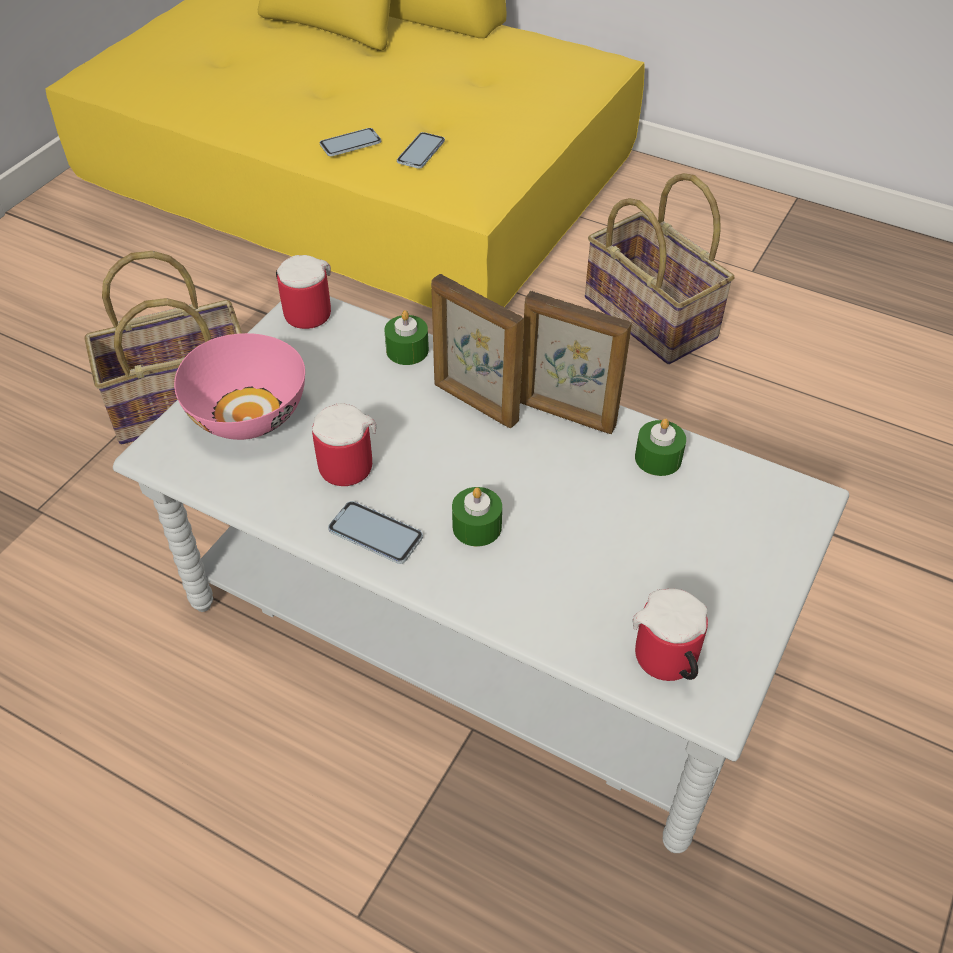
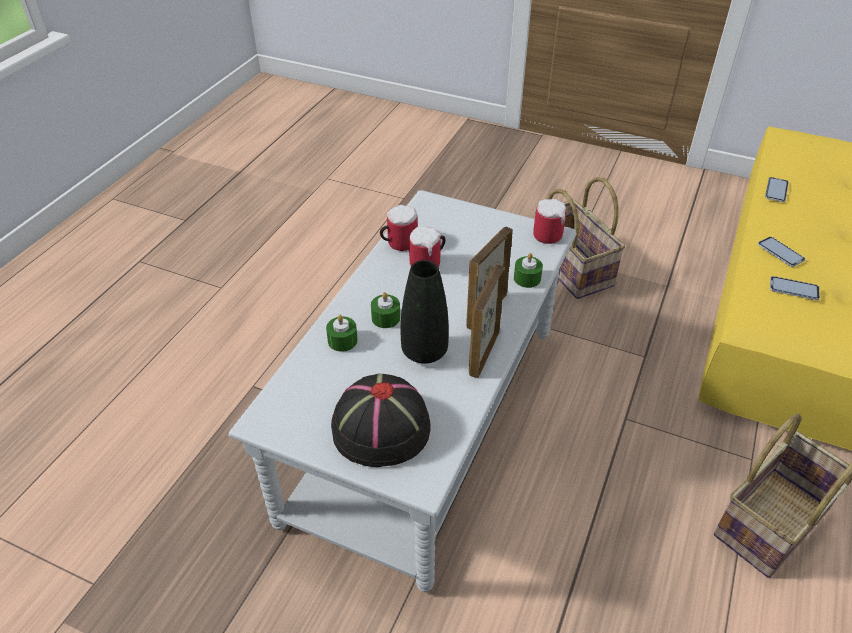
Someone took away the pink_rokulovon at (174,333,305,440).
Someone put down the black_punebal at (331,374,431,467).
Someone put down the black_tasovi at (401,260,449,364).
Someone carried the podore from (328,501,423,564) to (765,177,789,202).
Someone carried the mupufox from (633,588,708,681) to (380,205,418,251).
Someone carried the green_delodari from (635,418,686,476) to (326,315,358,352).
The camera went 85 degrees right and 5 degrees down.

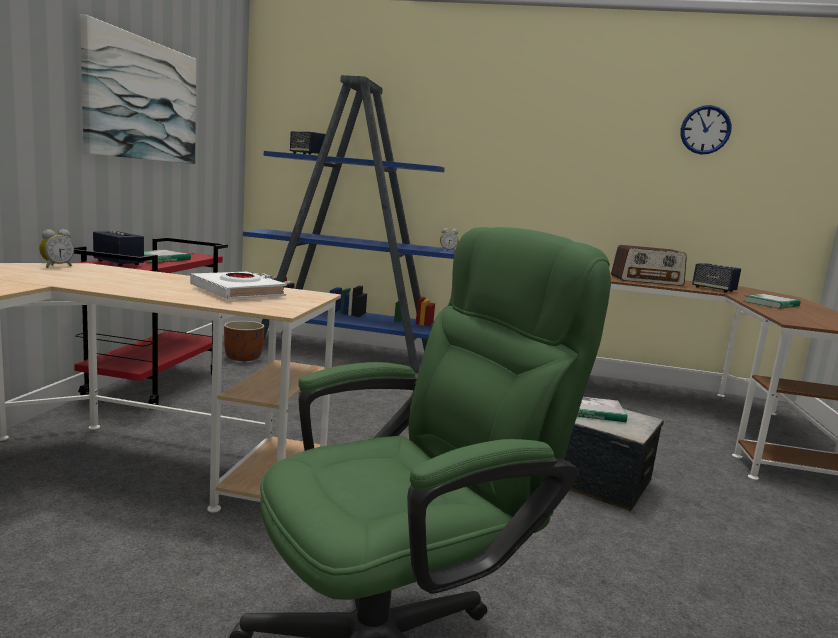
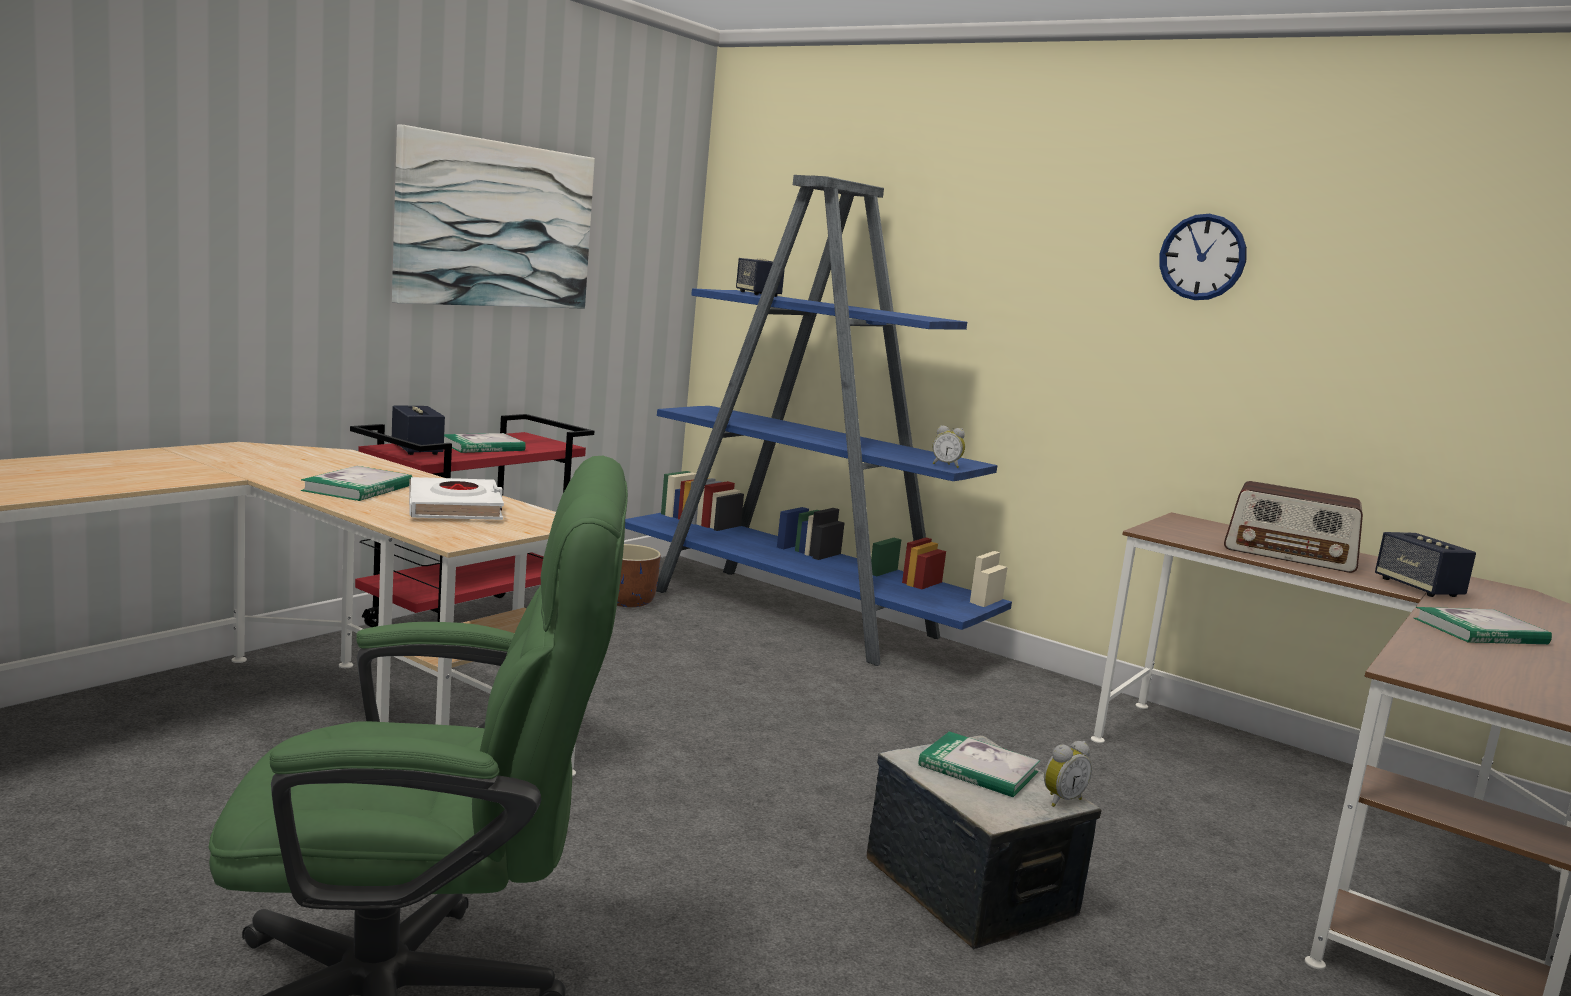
Someone put down the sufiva at (301,466,412,501).
Someone carried the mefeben from (39,229,74,268) to (1044,741,1092,807).
Someone carried the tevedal from (681,105,731,155) to (1159,214,1247,300).
The camera went 25 degrees right and 0 degrees up.

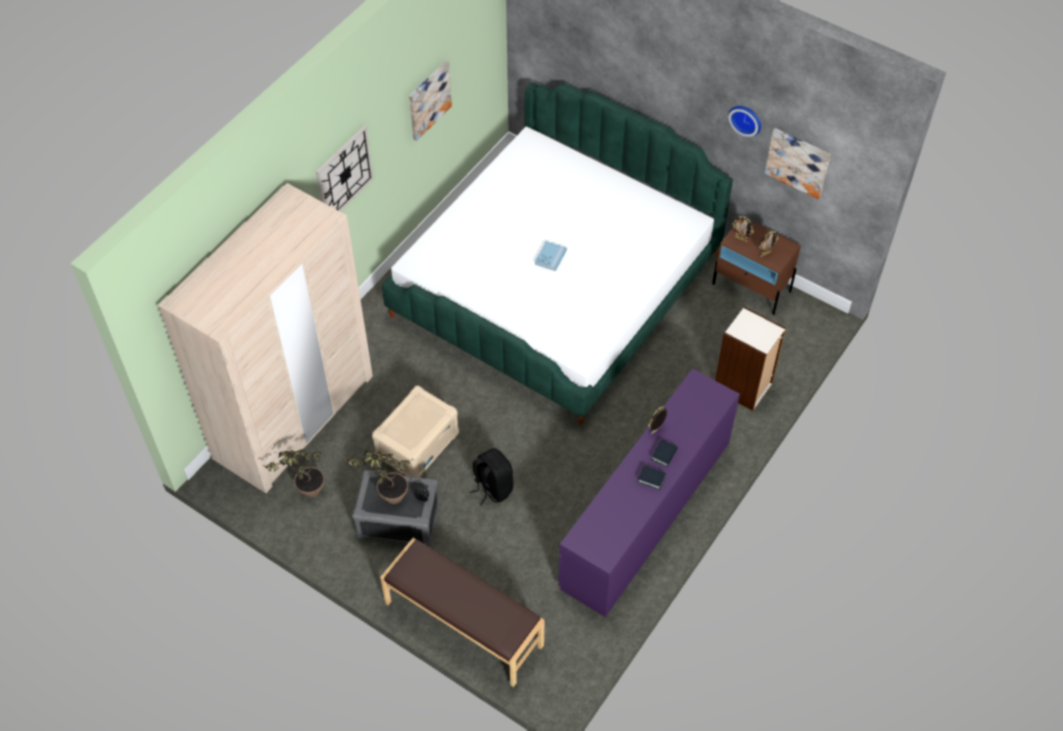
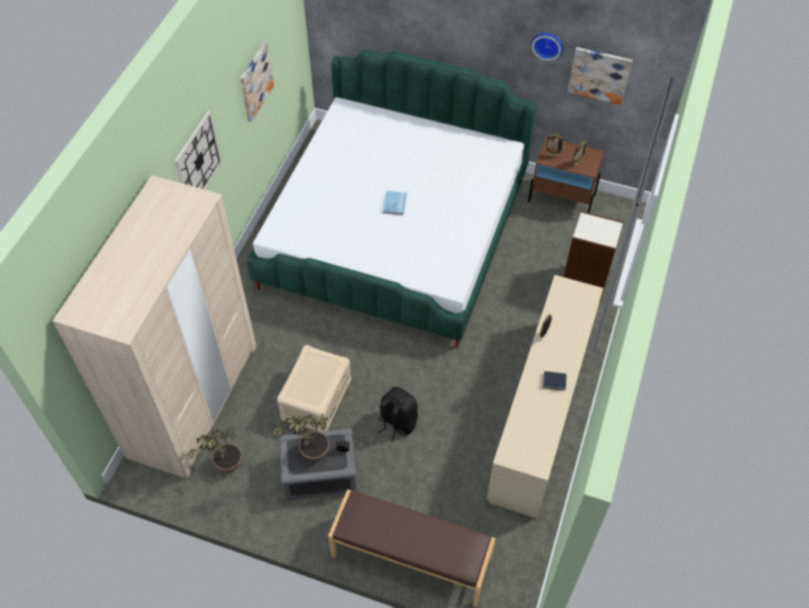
Someone took away the sufiva at (651,440,678,467).
Someone repainted the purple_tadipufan at (558,368,740,617), which became the beige_tadipufan at (487,275,603,518).
The camera went 15 degrees left and 0 degrees up.

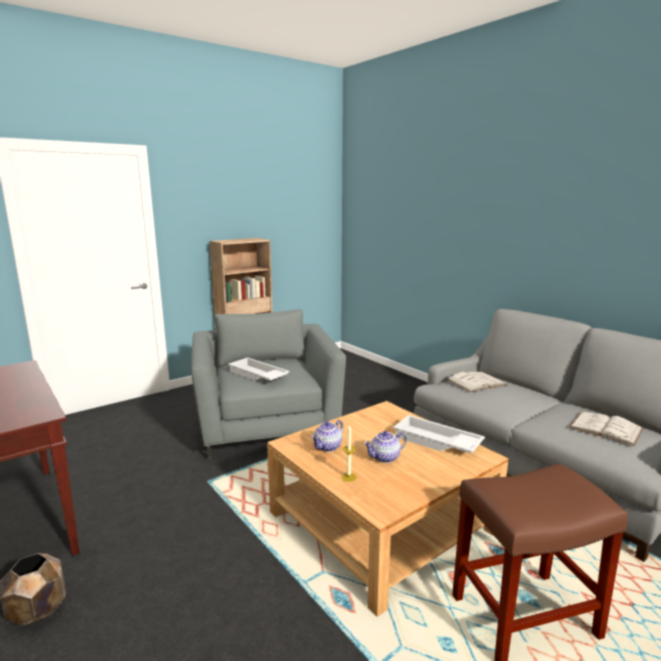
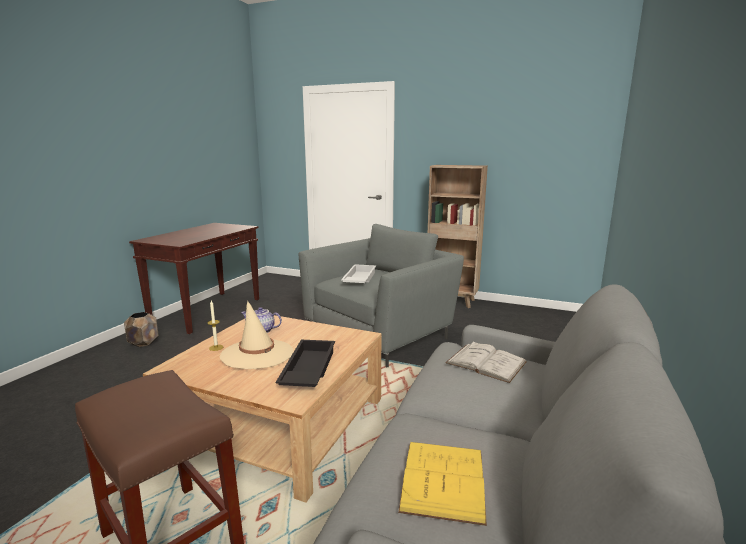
Someone swapped the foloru at (364,431,407,463) for the beige_punebal at (219,301,294,369).
Someone repainted the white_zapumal at (393,415,485,453), which became the black_zapumal at (276,340,335,387).
Someone repainted the white_sufiva at (569,412,643,446), which became the yellow_sufiva at (398,442,487,526).
The camera went 60 degrees right and 0 degrees up.

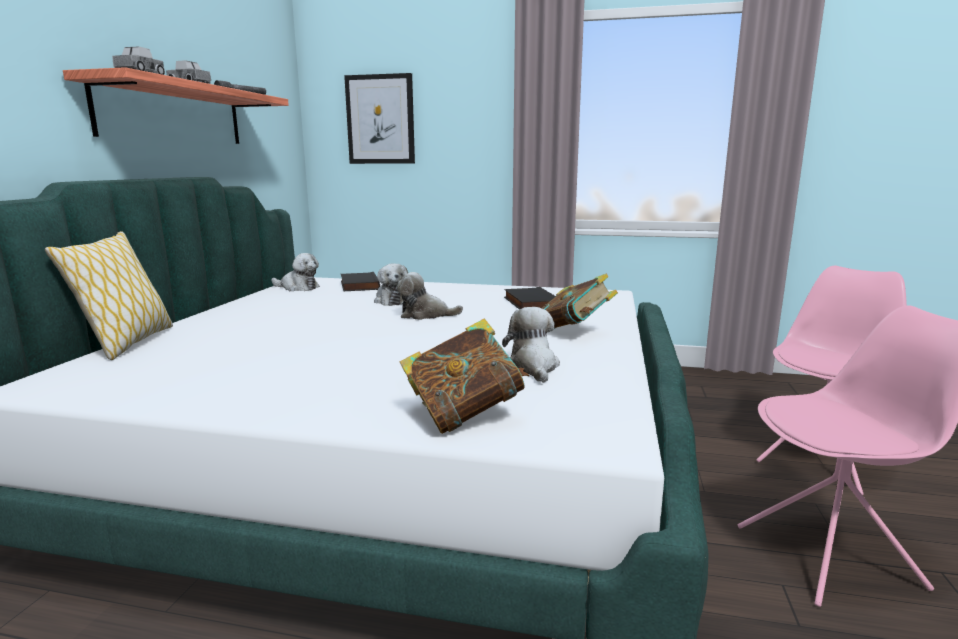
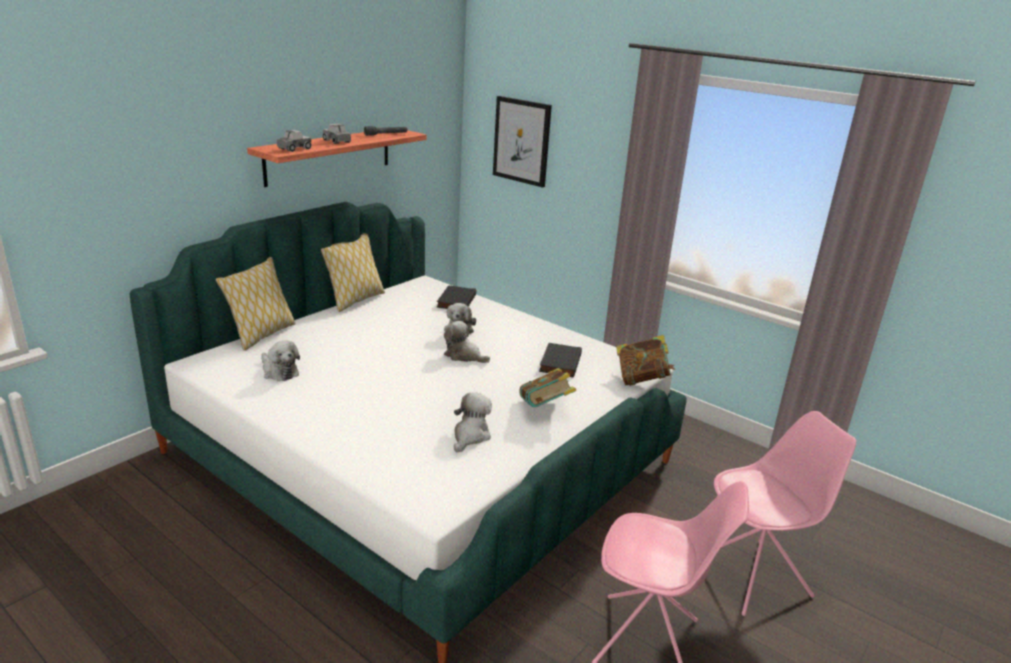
Someone put down the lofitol at (321,233,385,312).
Someone carried the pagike from (271,253,320,291) to (261,340,300,381).
Someone carried the sufiva from (400,319,529,434) to (616,335,675,386).
The camera went 25 degrees right and 10 degrees up.

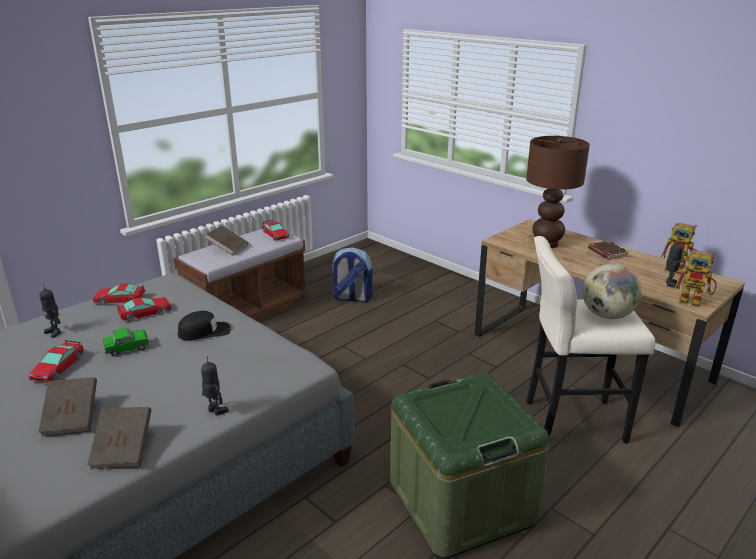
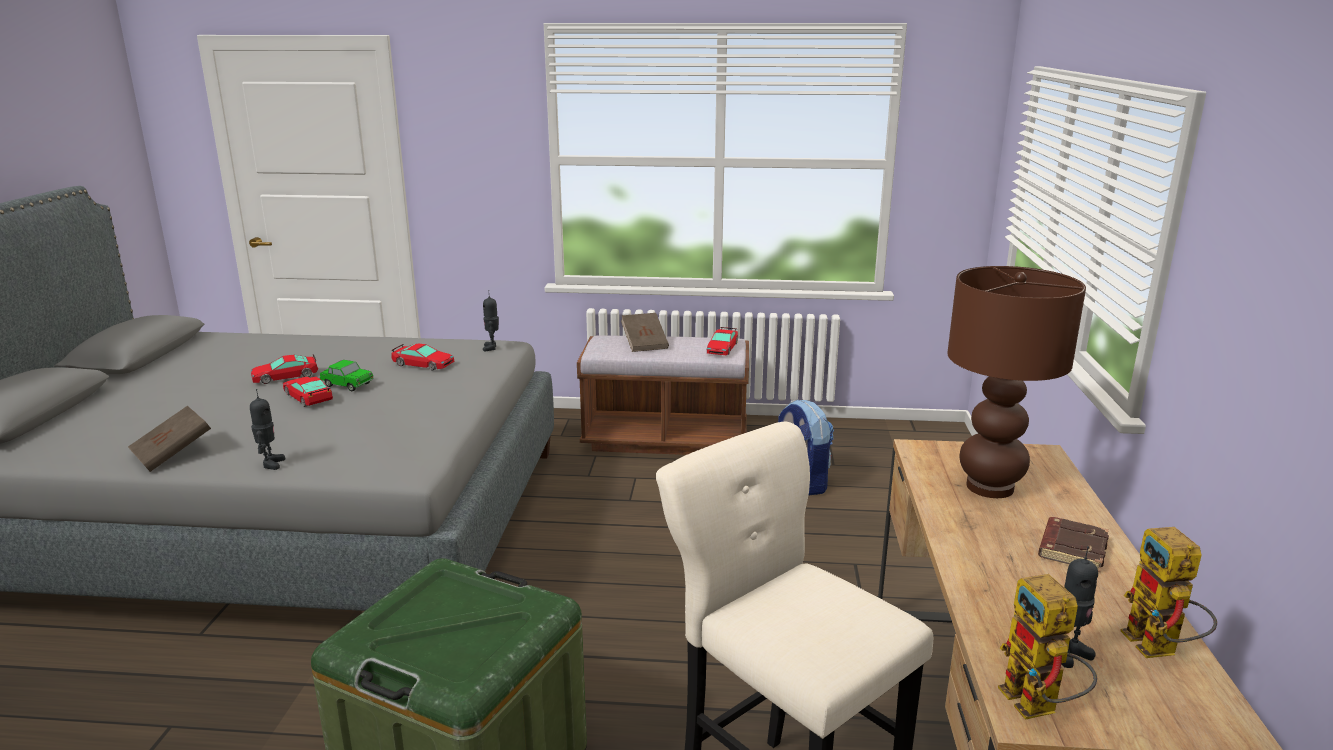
Someone took away the brown_sufiva at (39,377,97,437).
Someone took away the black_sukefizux at (178,311,230,340).
Someone took away the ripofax at (582,264,642,319).
Someone carried the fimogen from (39,283,61,338) to (483,290,499,351).
Someone carried the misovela from (93,284,145,305) to (283,377,333,407).
The camera went 50 degrees right and 5 degrees down.

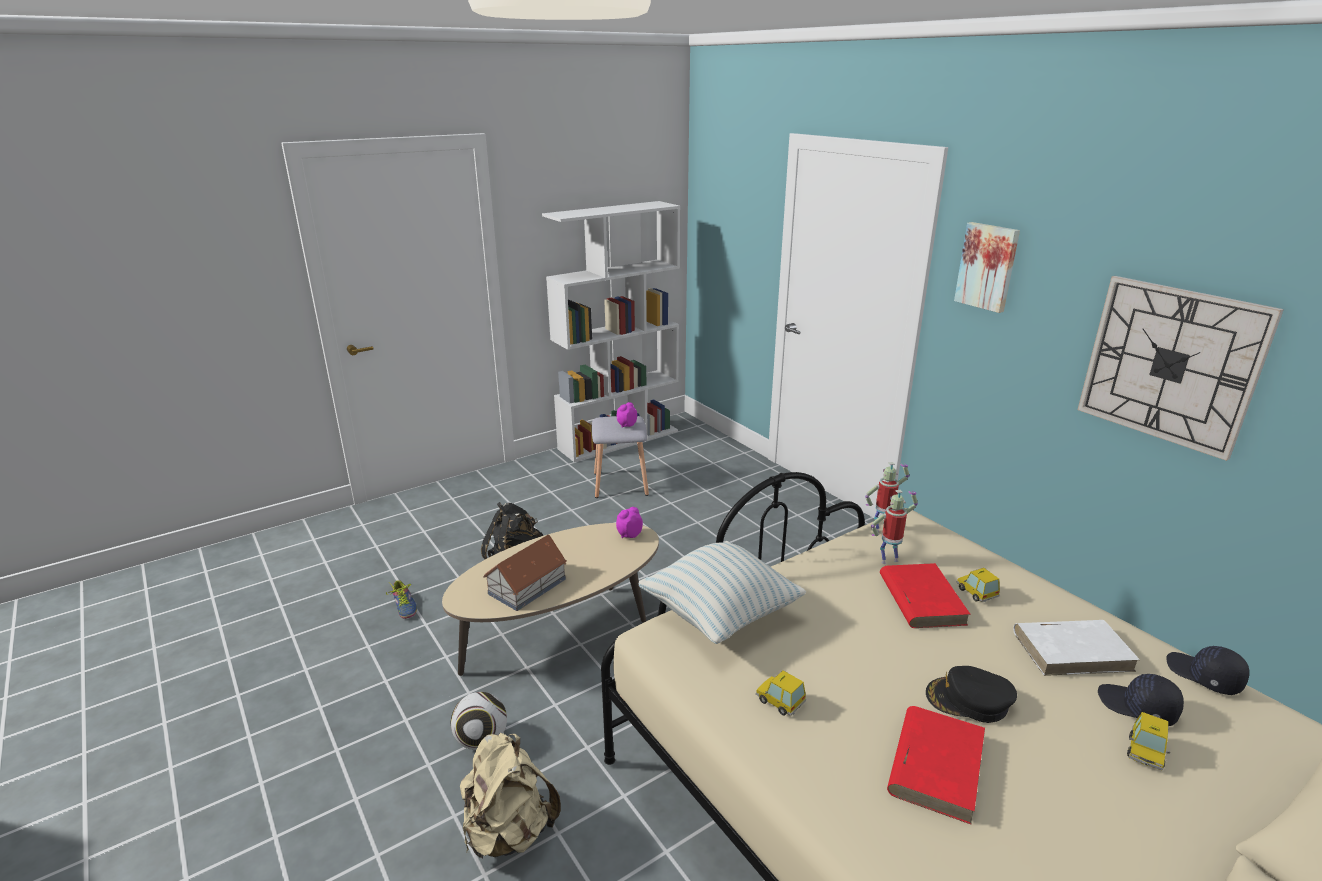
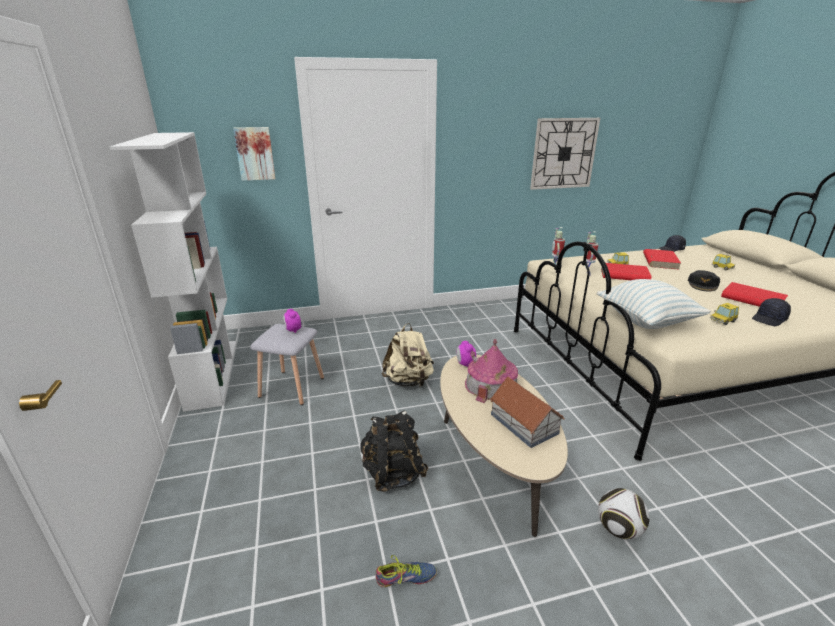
Someone put down the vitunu at (465,339,518,403).
Someone carried the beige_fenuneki from (460,732,561,859) to (382,323,434,387).
Someone carried the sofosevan from (954,222,1020,313) to (233,127,275,181).
Someone carried the black_sukefizux from (1098,674,1184,726) to (752,298,791,326).
Someone repainted the white_sufiva at (1013,620,1140,676), which became the red_sufiva at (643,249,681,270).
The camera went 70 degrees left and 0 degrees up.

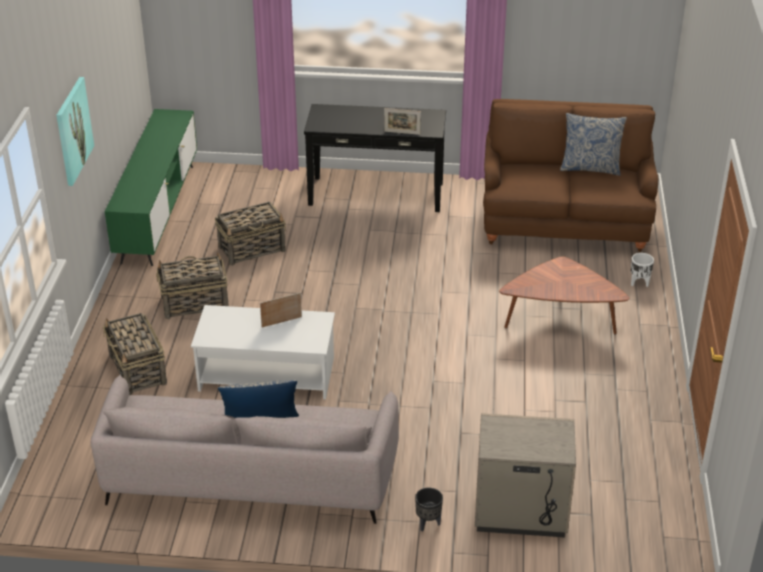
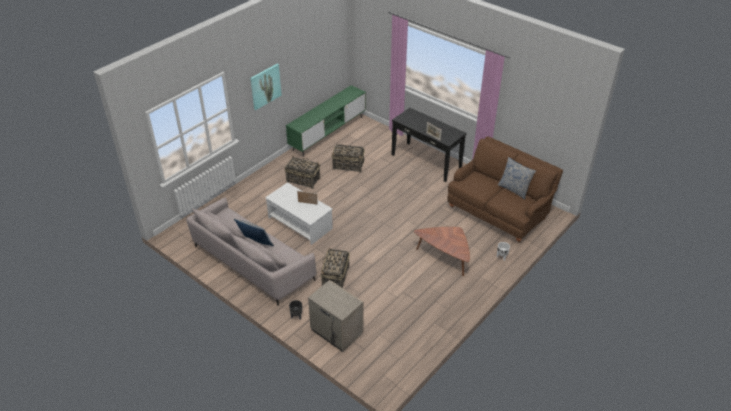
Someone carried the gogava from (103,313,167,395) to (321,247,350,288).
The camera went 35 degrees right and 5 degrees up.

